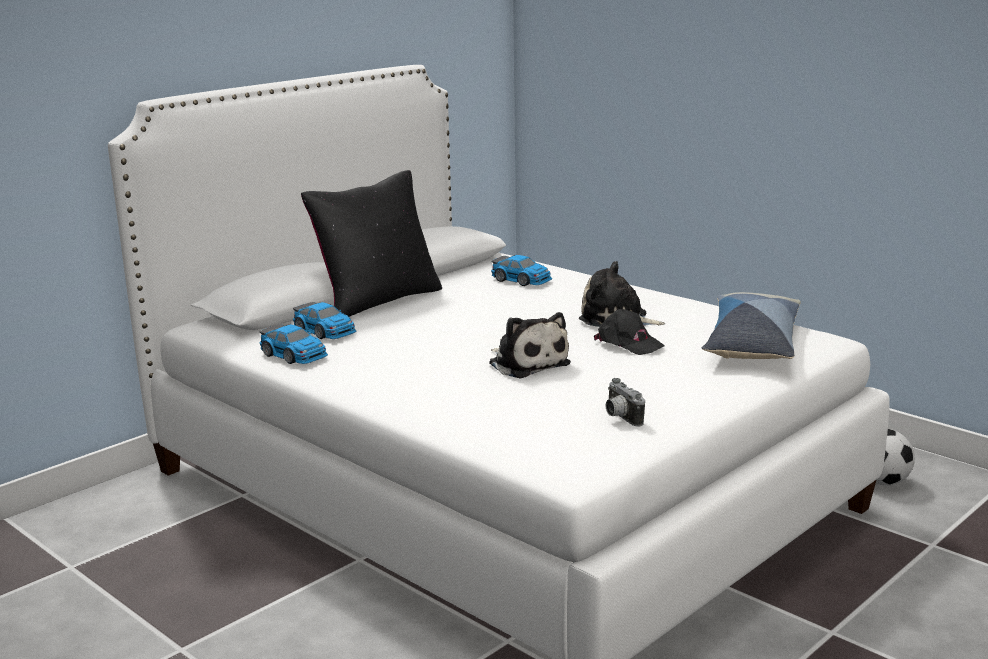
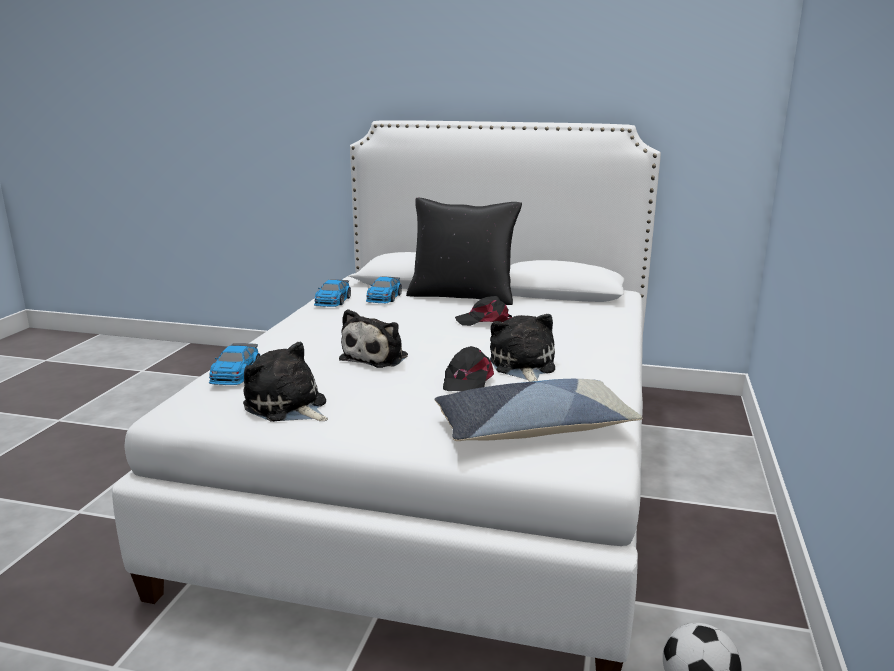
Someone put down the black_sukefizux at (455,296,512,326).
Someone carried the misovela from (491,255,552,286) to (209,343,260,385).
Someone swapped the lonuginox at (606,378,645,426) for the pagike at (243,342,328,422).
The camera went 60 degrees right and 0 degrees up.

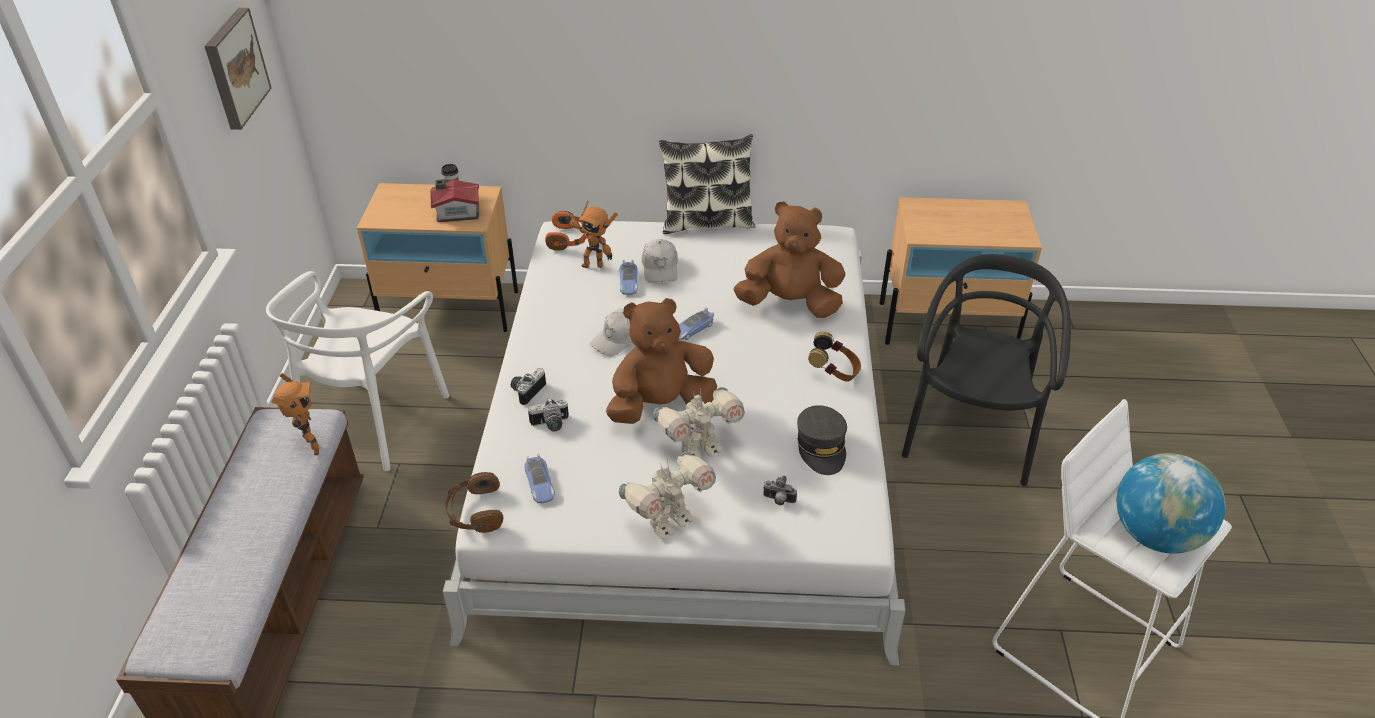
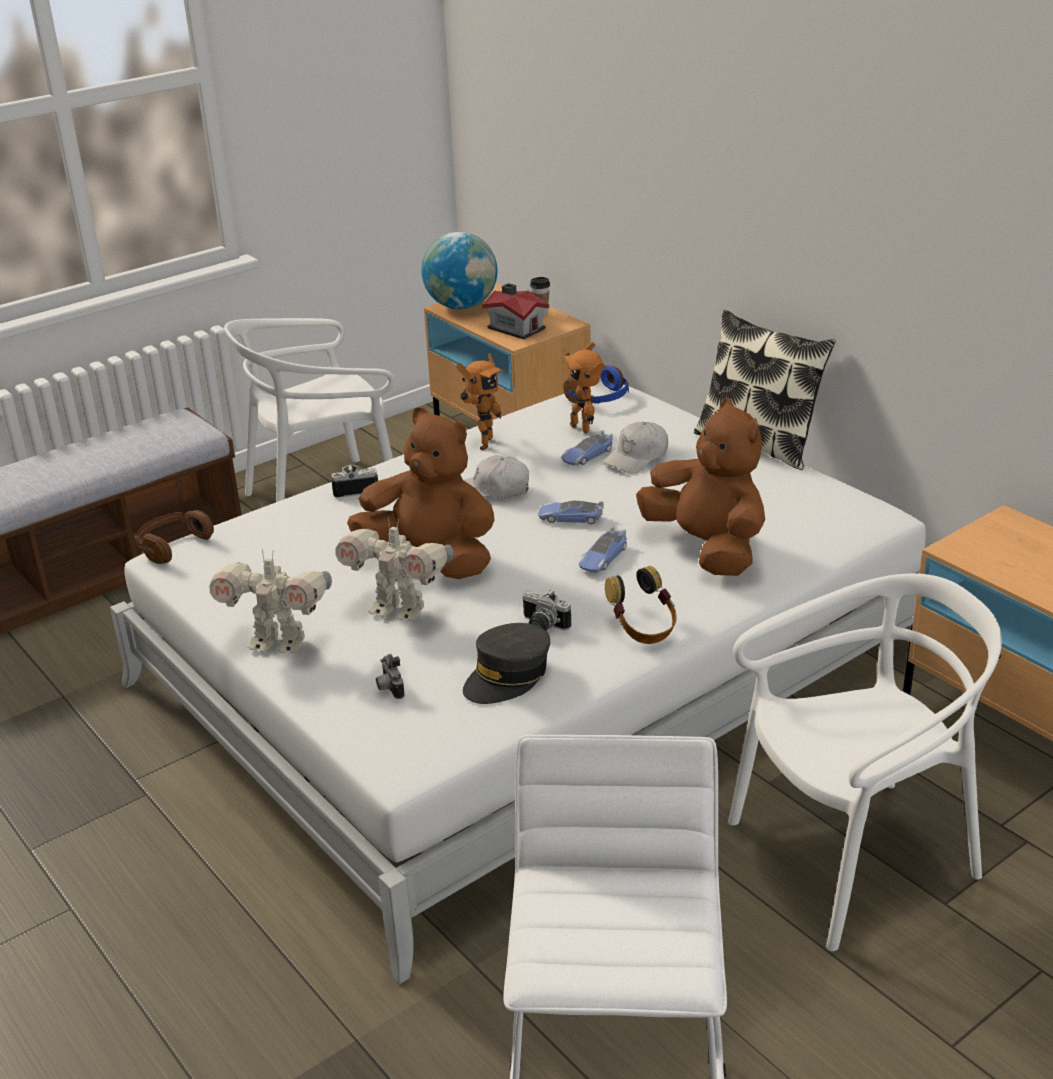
Someone took away the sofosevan at (204,8,272,130).
Someone carried the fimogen from (271,373,319,455) to (456,353,506,450).
Someone carried the misovela from (524,454,555,503) to (579,526,627,573).
Someone carried the lonuginox from (528,397,569,432) to (522,590,571,631).
Someone carried the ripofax from (1117,453,1225,554) to (422,232,497,309).
Someone repainted the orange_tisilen at (545,211,588,251), which became the blue_tisilen at (564,365,629,404).
Someone repainted the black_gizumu at (902,254,1071,486), which became the white_gizumu at (728,573,1002,951).
The camera went 50 degrees right and 10 degrees down.

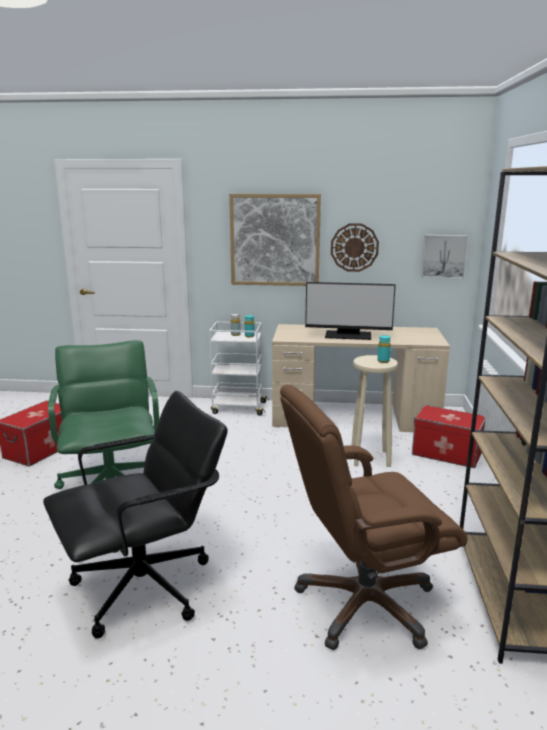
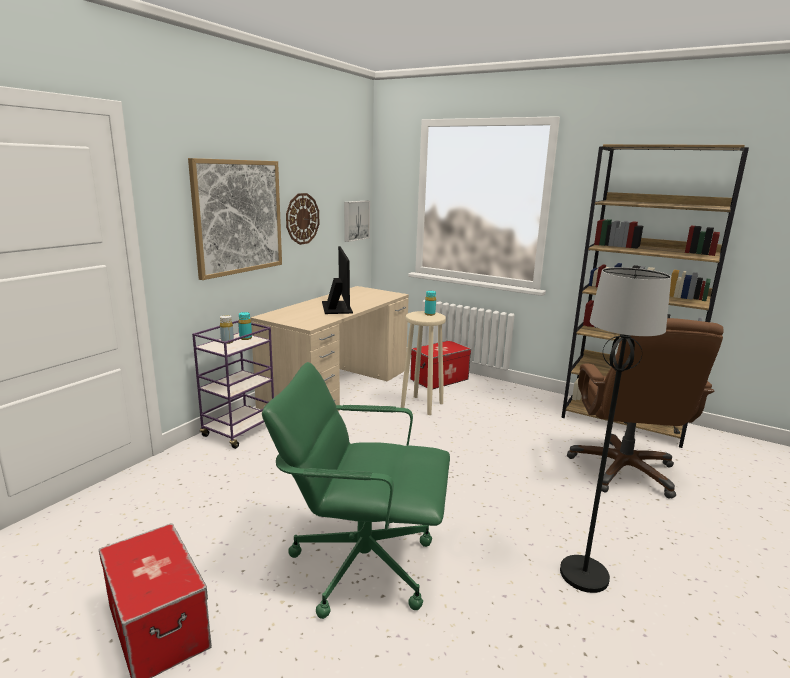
Someone swapped the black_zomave at (43,391,228,638) for the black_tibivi at (560,267,671,593).
Someone repainted the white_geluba at (209,322,269,416), which became the purple_geluba at (192,320,274,449).
Someone rotated the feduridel at (305,282,396,340) by 45 degrees counterclockwise.
The camera went 65 degrees left and 0 degrees up.

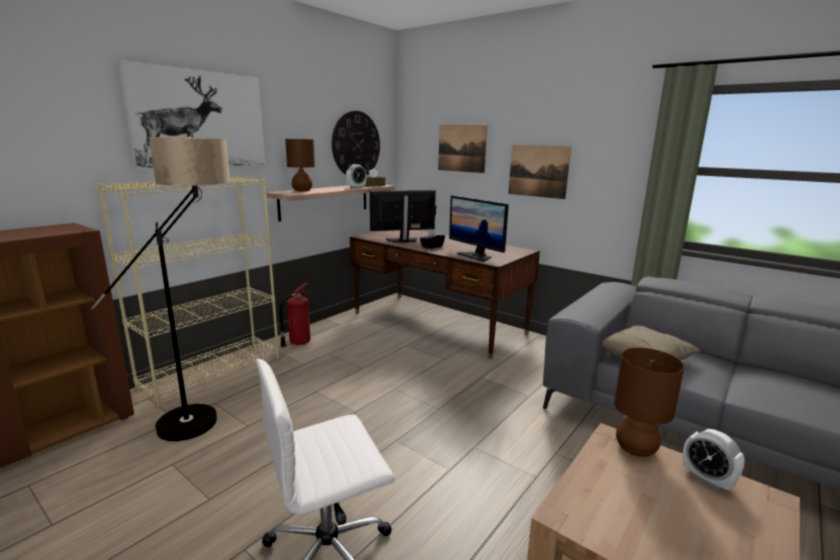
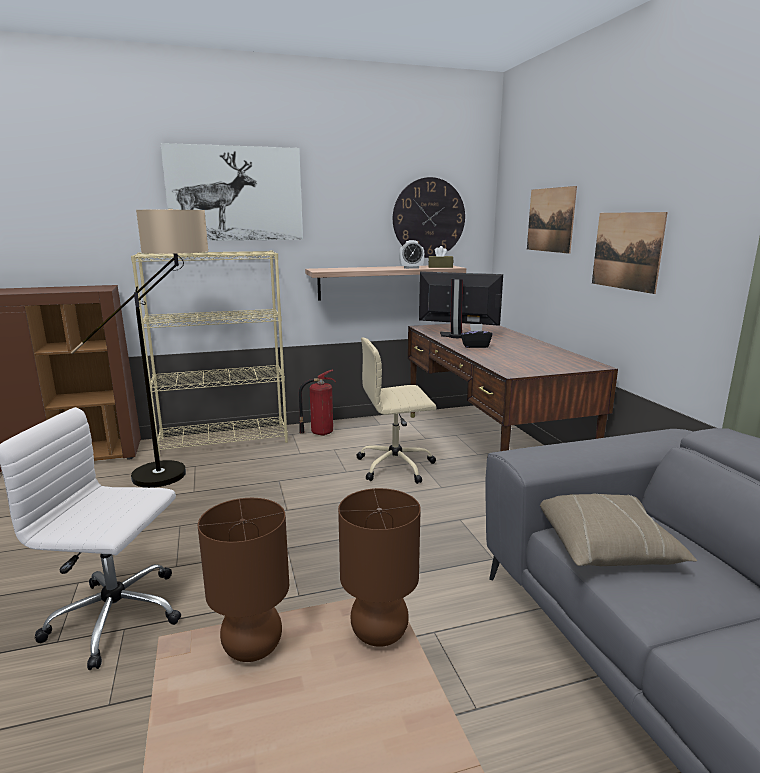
Someone took away the feduridel at (449,196,509,262).
Someone took away the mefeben at (682,429,745,491).
Someone put down the beige_zomave at (357,337,436,484).
Someone carried the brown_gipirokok from (285,139,315,191) to (198,498,289,662).
The camera went 35 degrees right and 0 degrees up.

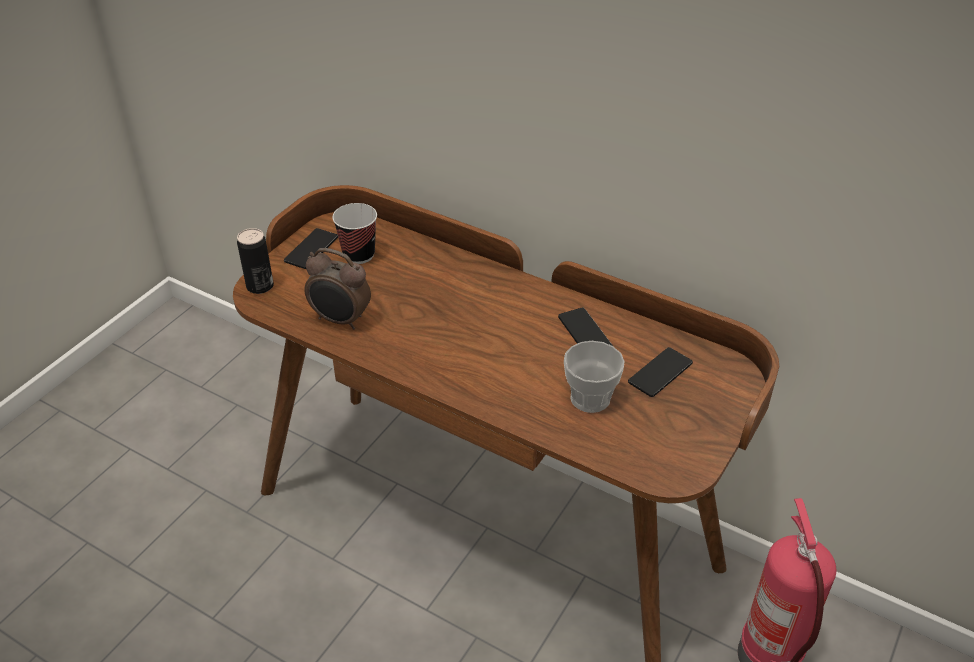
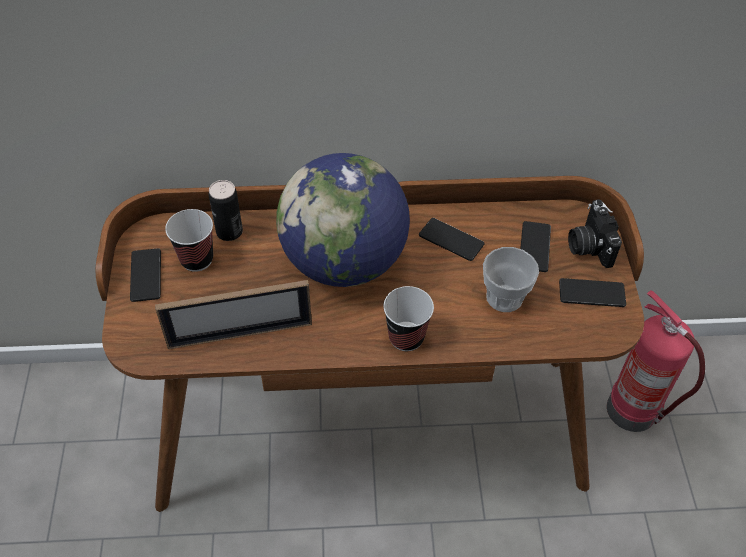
Someone put down the ripofax at (276,153,410,287).
Someone put down the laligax at (383,286,434,351).
Someone put down the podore at (559,278,626,307).
Someone put down the lonuginox at (568,199,622,268).
Someone carried the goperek from (237,228,274,294) to (209,180,243,241).
Someone swapped the mefeben at (304,248,371,330) for the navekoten at (155,280,312,349).
The camera went 35 degrees left and 10 degrees up.

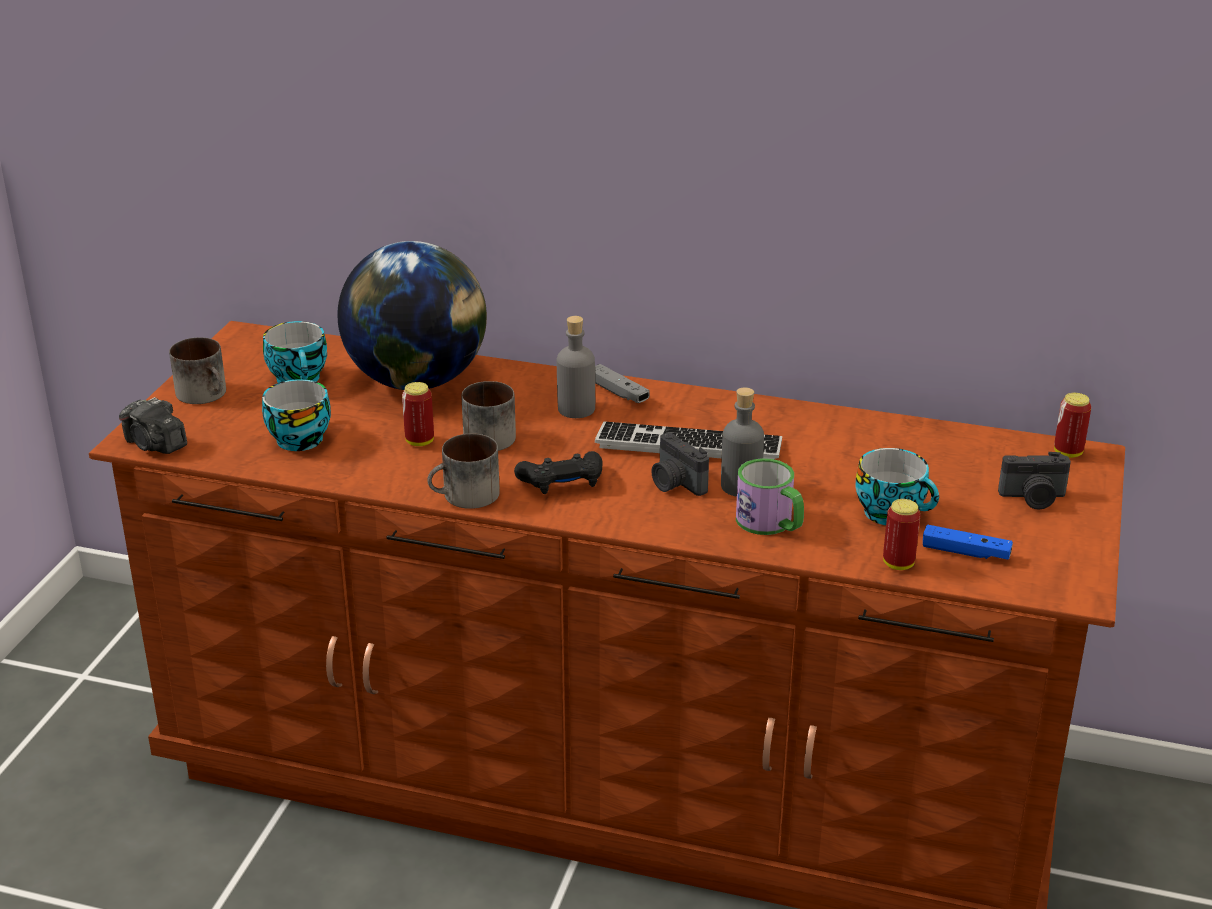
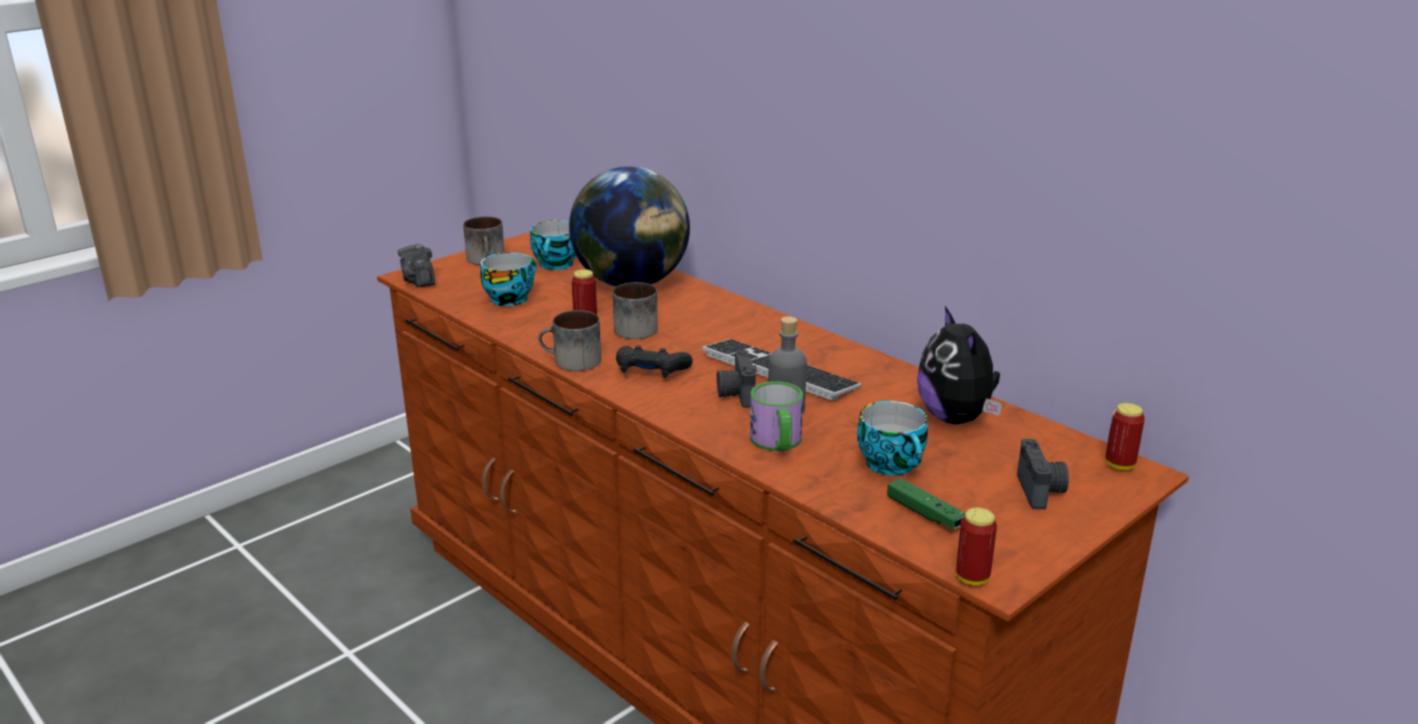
Someone took away the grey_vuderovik at (557,316,595,418).
Someone took away the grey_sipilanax at (595,364,650,403).
Someone put down the pagike at (917,306,1002,424).
Someone carried the goperek from (883,499,920,570) to (956,507,997,585).
Someone repainted the blue_sipilanax at (923,525,1013,560), which became the green_sipilanax at (887,478,965,529).
Someone rotated the lonuginox at (998,452,1071,510) by 120 degrees counterclockwise.
The camera went 30 degrees right and 5 degrees down.

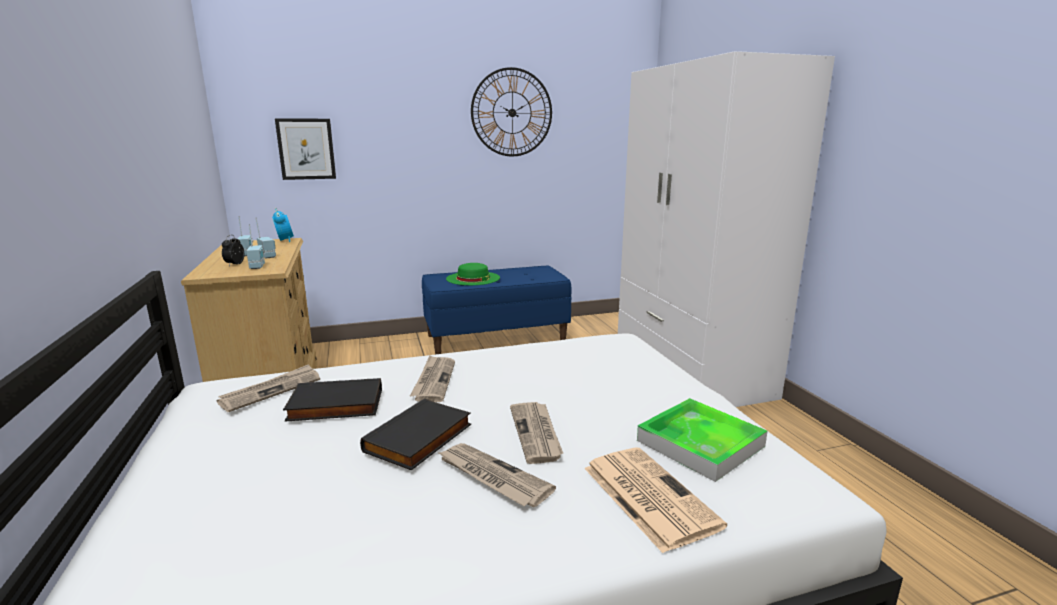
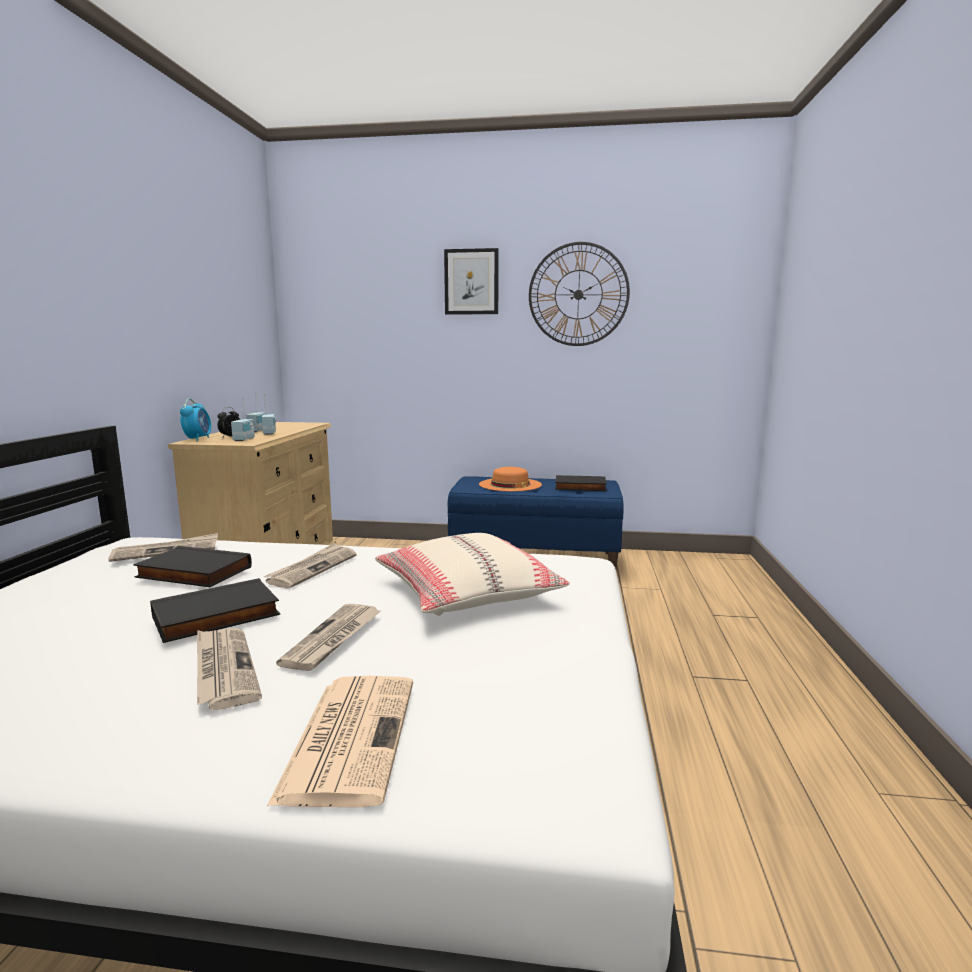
Someone took away the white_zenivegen at (618,51,835,407).
Someone took away the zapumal at (637,398,768,482).
Someone put down the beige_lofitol at (375,533,570,616).
Someone put down the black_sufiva at (555,475,607,491).
Someone carried the mefeben from (272,208,294,242) to (180,398,211,441).
Someone carried the sofosevan from (275,118,336,180) to (444,248,499,315).
Someone repainted the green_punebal at (446,263,500,285), which became the orange_punebal at (479,467,542,491).
The camera went 25 degrees right and 5 degrees down.

